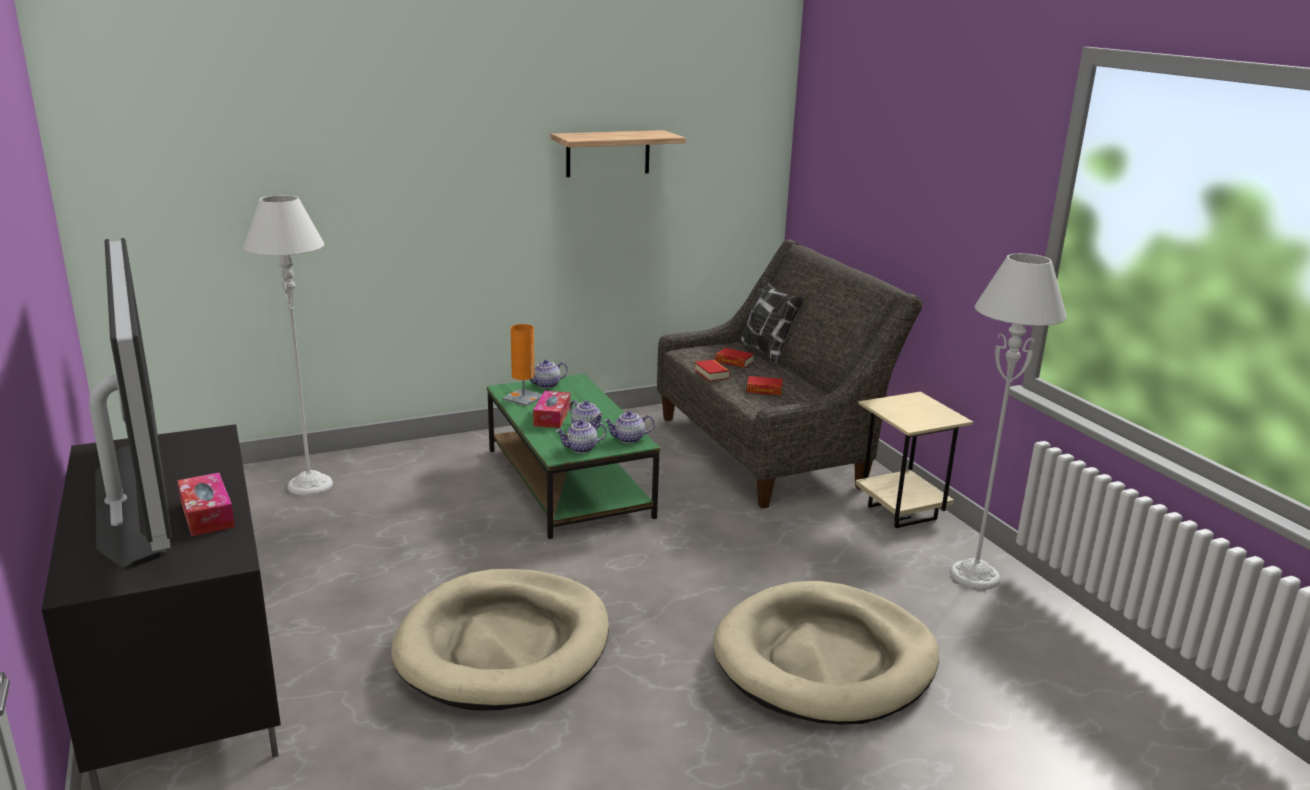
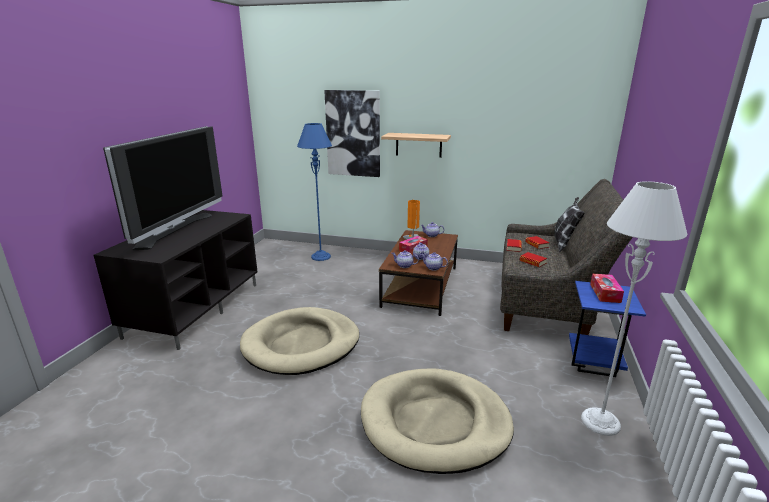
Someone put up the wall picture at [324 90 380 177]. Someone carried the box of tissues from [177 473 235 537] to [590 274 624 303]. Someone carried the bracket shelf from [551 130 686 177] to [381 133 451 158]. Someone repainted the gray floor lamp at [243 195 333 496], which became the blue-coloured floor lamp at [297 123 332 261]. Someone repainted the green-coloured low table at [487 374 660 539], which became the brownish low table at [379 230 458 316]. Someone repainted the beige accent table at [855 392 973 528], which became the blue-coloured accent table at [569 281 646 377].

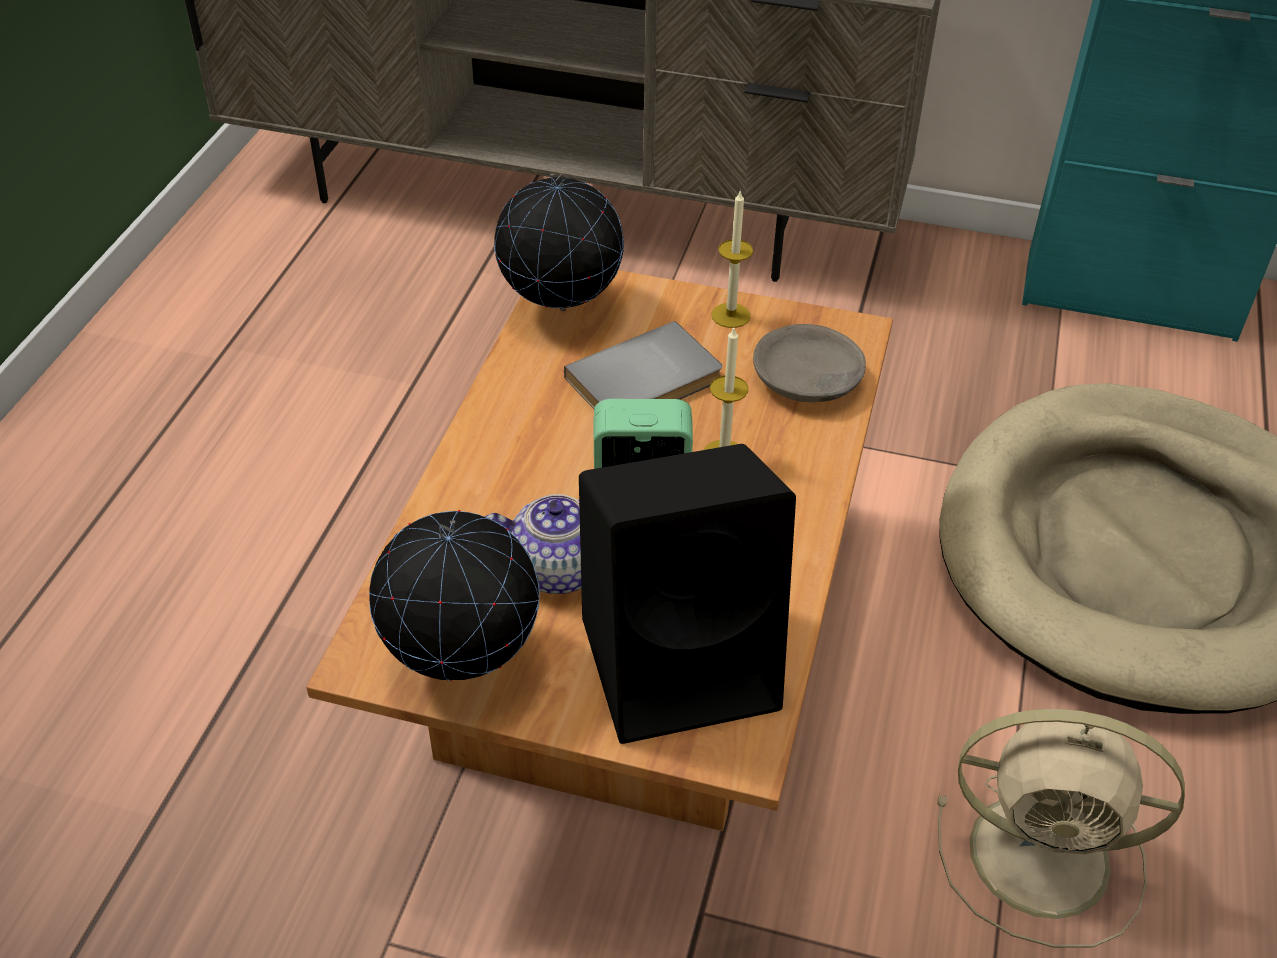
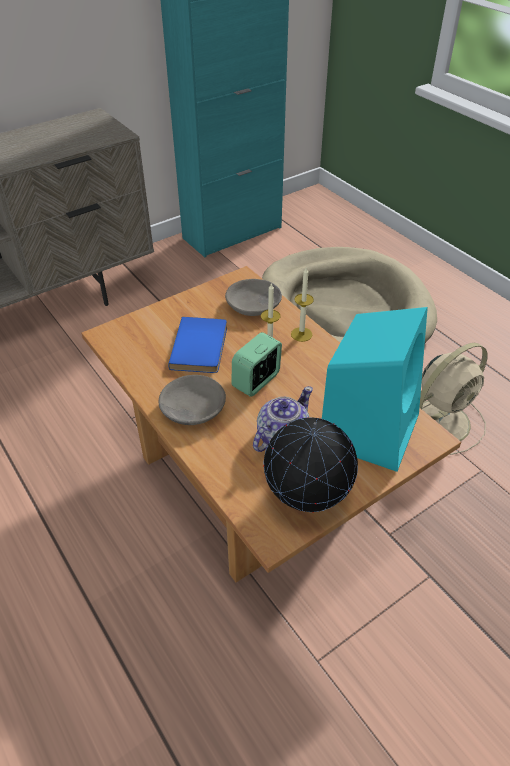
Someone took away the globe at [494 173 624 311]. Someone put down the gray deep dish at [159 375 226 425]. Someone carried the wax light from [711 189 753 328] to [291 268 314 342]. Someone repainted the gray volume at [564 321 723 409], which became the blue-coloured volume at [168 317 227 373]. Someone repainted the black loudspeaker at [579 444 796 744], which became the turquoise-coloured loudspeaker at [322 307 428 472].

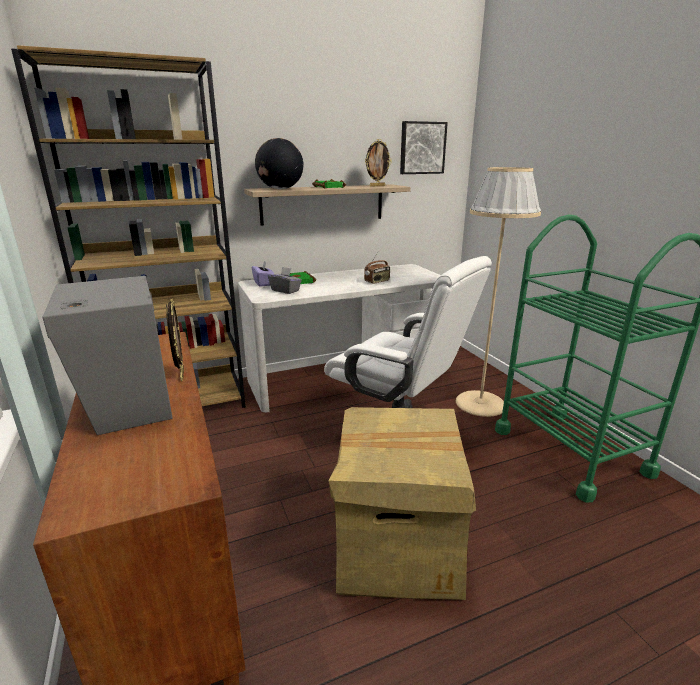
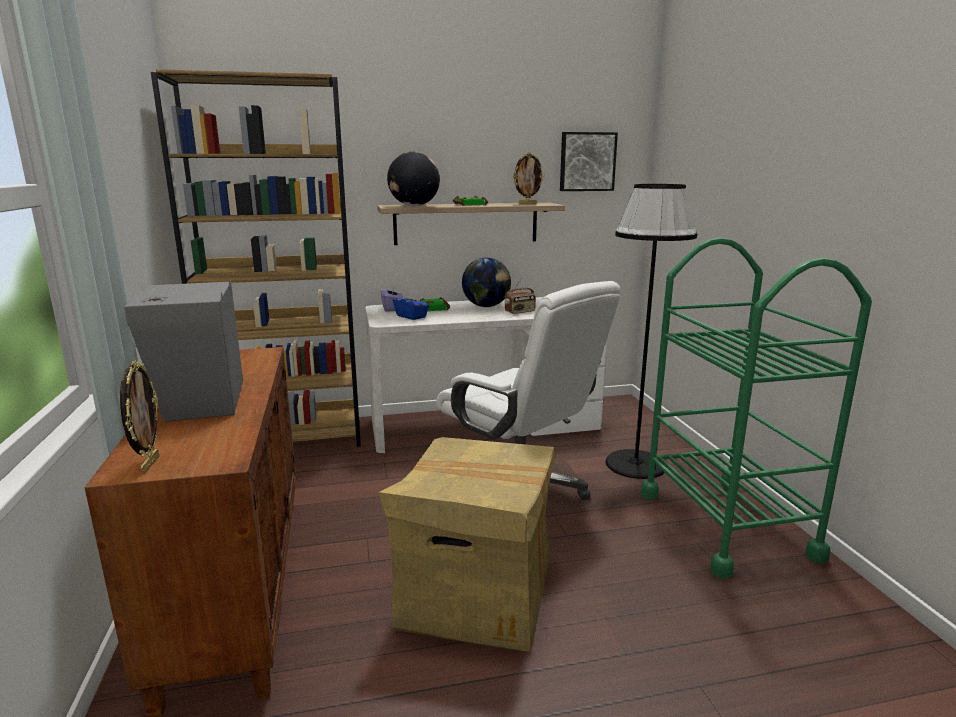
Someone put down the globe at [462 257 511 307]. Someone carried the standing frame from [166 299 184 382] to [120 360 159 473]. Someone repainted the gray box of tissues at [268 267 302 294], which became the blue-coloured box of tissues at [393 290 429 320]. Someone repainted the beige floor lamp at [456 167 541 417], which became the black floor lamp at [605 184 697 479].

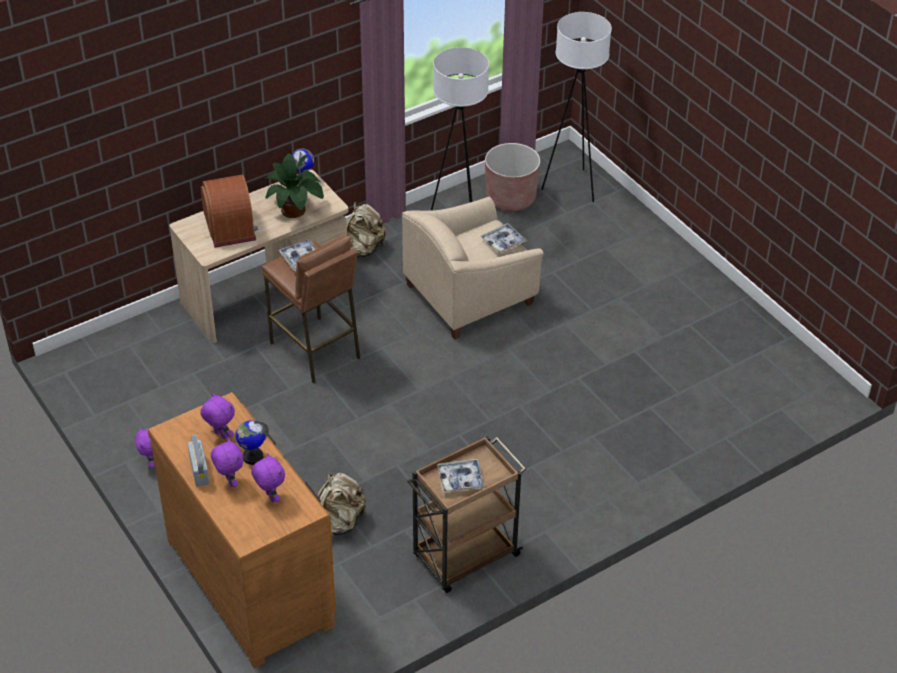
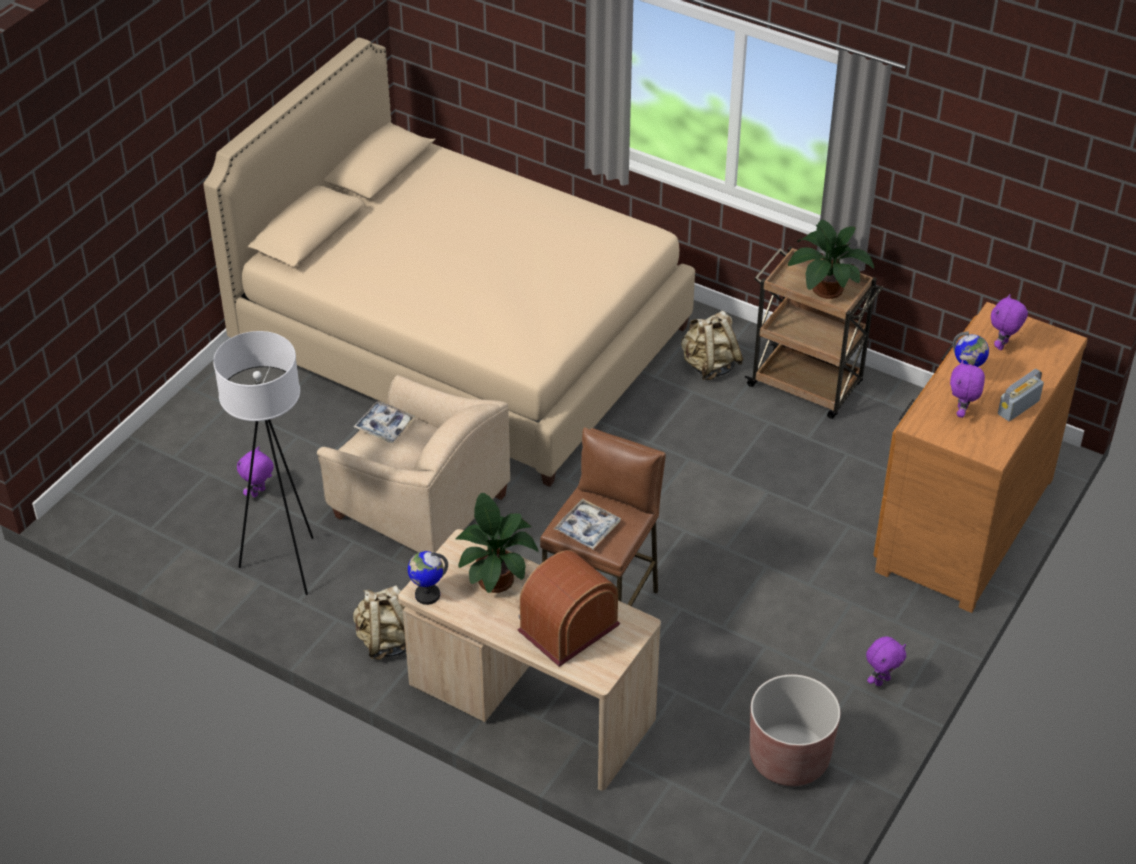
Someone took away the white floor lamp at [541 12 612 202]. Someone put down the beige sleeping bed at [203 37 695 487]. Someone carried the purple-coloured plush toy from [211 438 243 487] to [237 446 274 497]. Someone carried the beige backpack from [317 473 367 537] to [681 311 743 380]. Someone carried the brownish plant pot from [485 143 540 211] to [750 674 841 786]. Someone swapped the serving tray at [437 459 484 493] for the potted plant at [788 220 874 299].

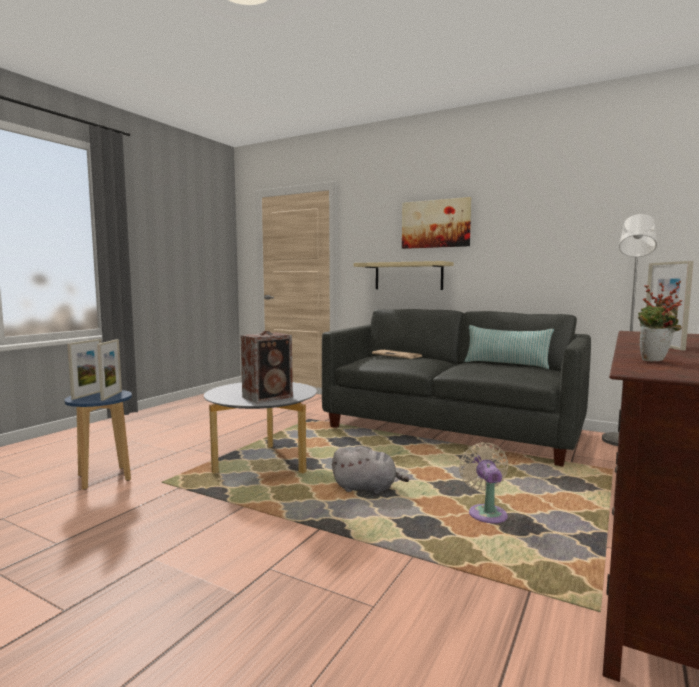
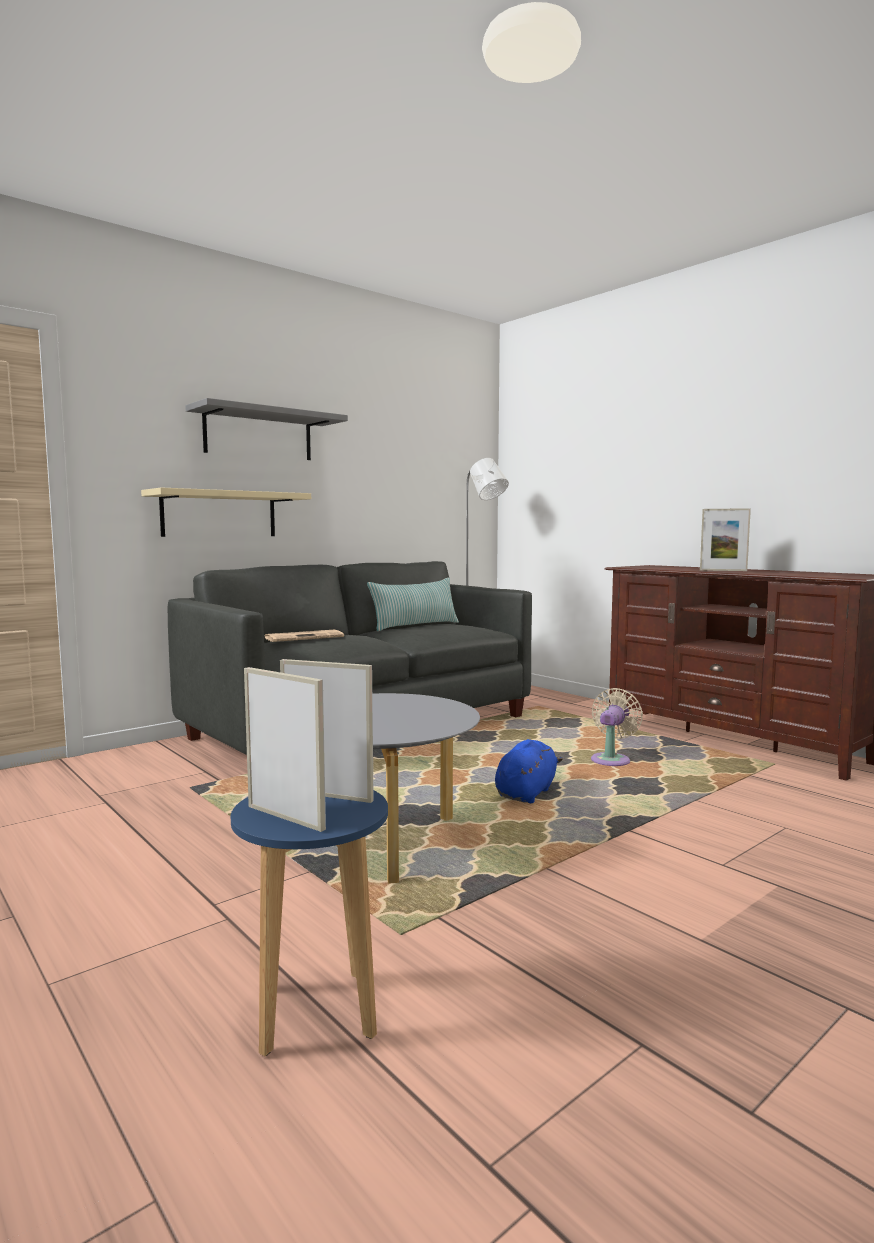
Someone took away the loudspeaker at [241 331 293 403]. Someone took away the potted plant at [638 281 682 362]. Someone swapped the wall picture at [402 197 471 249] for the gray bracket shelf at [185 398 348 460]. Someone repainted the gray plush toy at [332 447 409 494], which became the blue-coloured plush toy at [495 739 563 803]. Someone rotated the beige fan at [459 442 508 523] by 105 degrees clockwise.

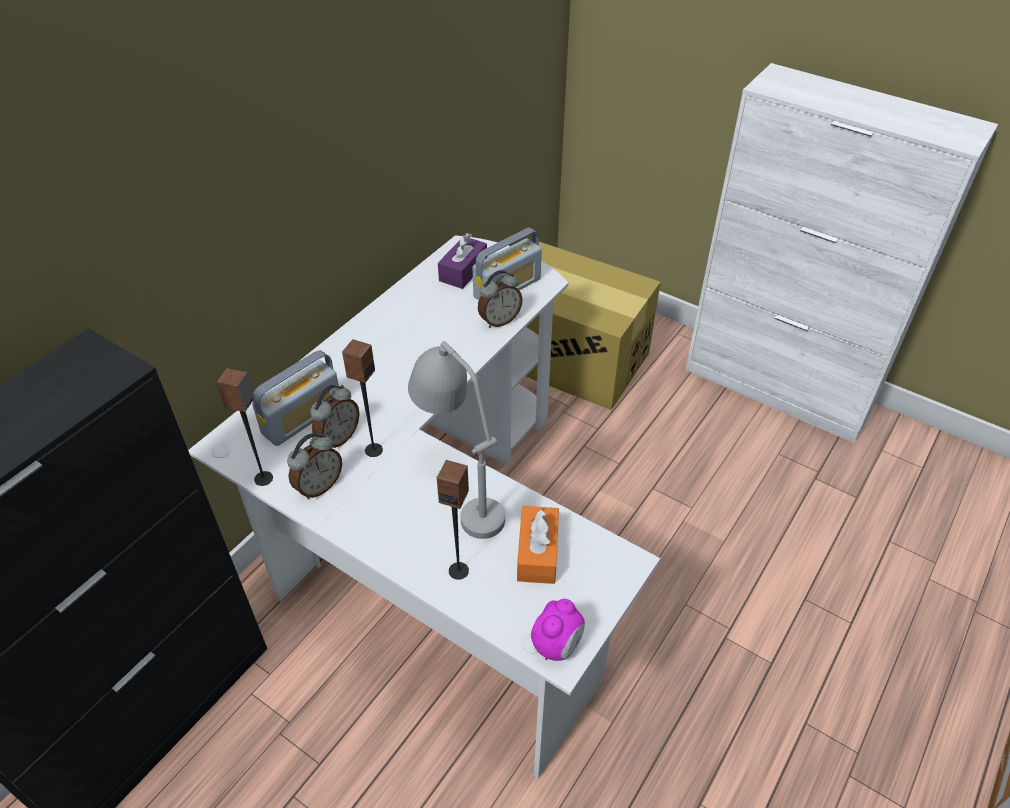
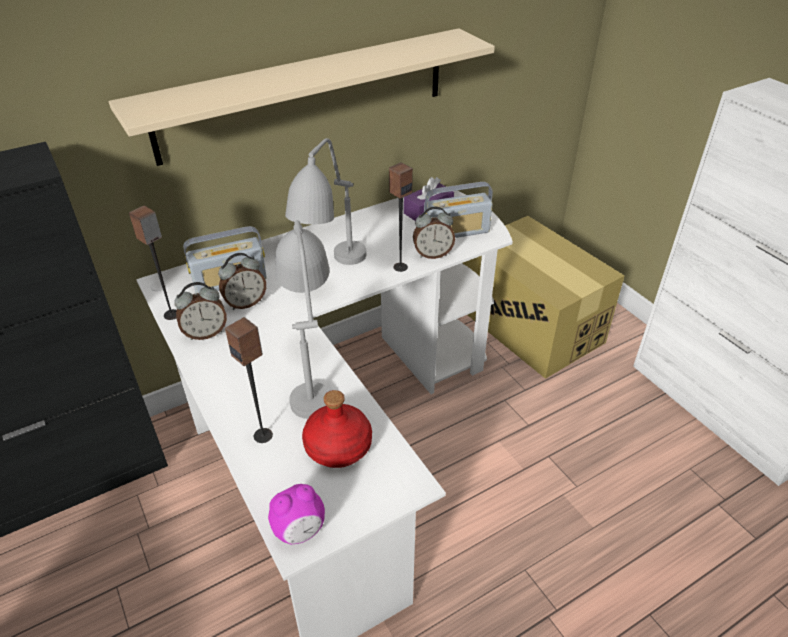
Someone put up the beige bracket shelf at [109 28 495 166]. Someone put down the gray table lamp at [285 138 366 265]. Someone carried the loudspeaker from [342 339 383 457] to [389 162 413 272]. Someone swapped the orangey box of tissues at [517 506 559 584] for the red-coloured beverage bottle at [302 390 372 468].

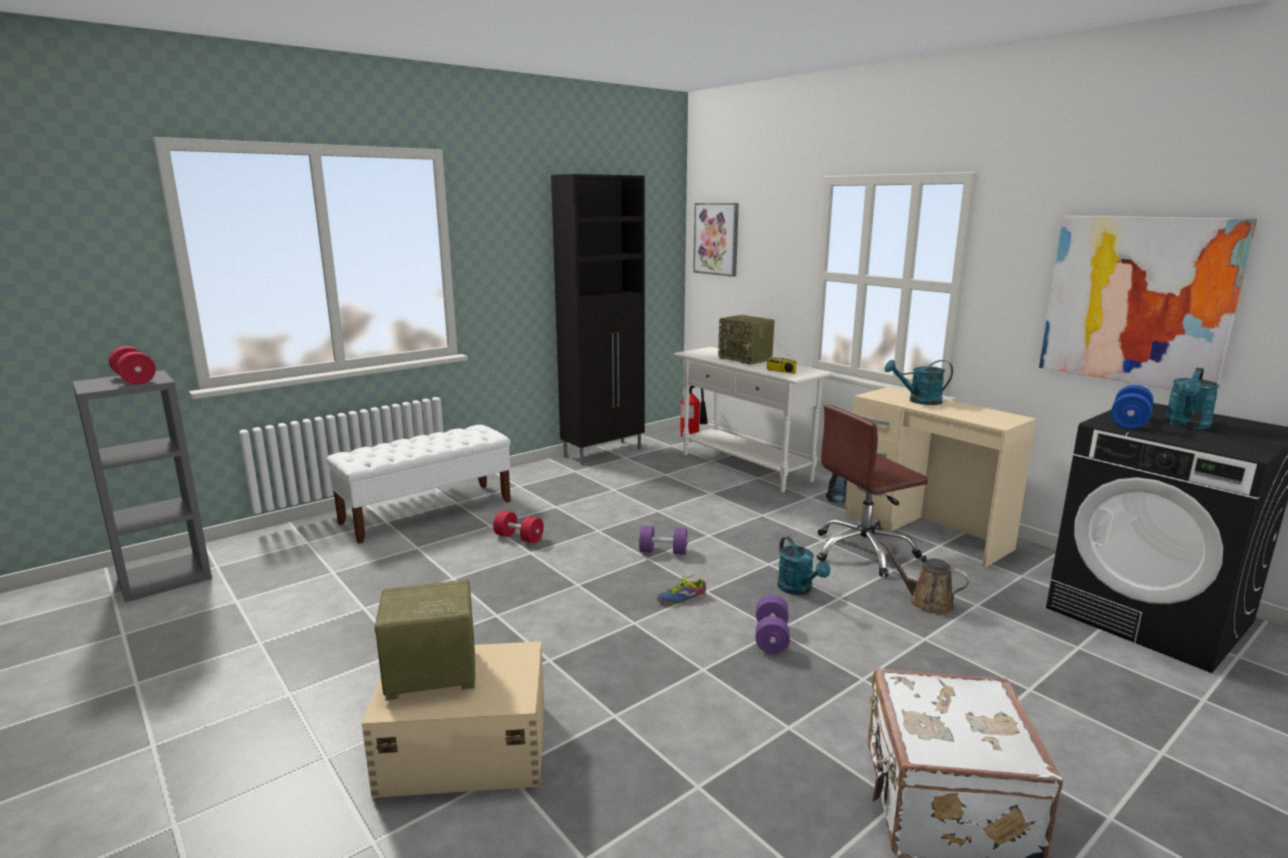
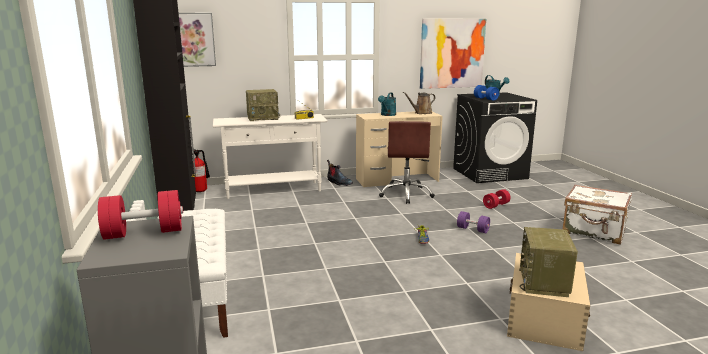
Someone took away the purple-coloured free weight at [639 526 688 555]. Someone took away the turquoise-coloured watering can at [777 537 830 595]. Someone carried the red-coloured free weight from [493 510 544 543] to [483 189 511 209]. Someone carried the brownish watering can from [879 540 970 614] to [403 92 436 114].

